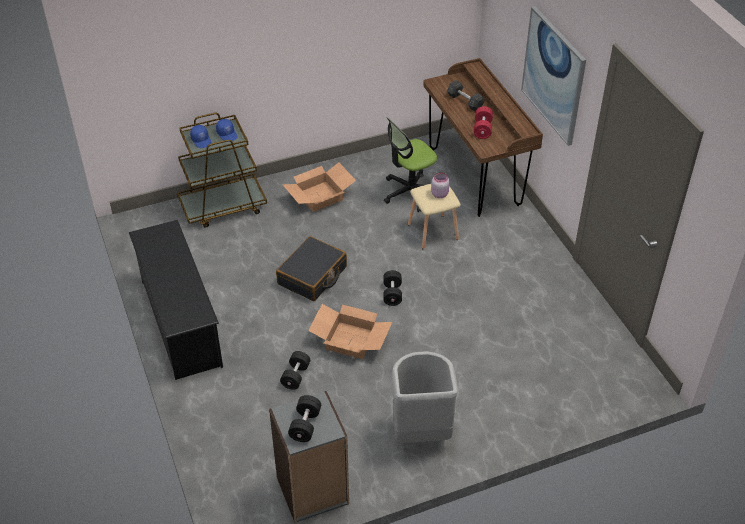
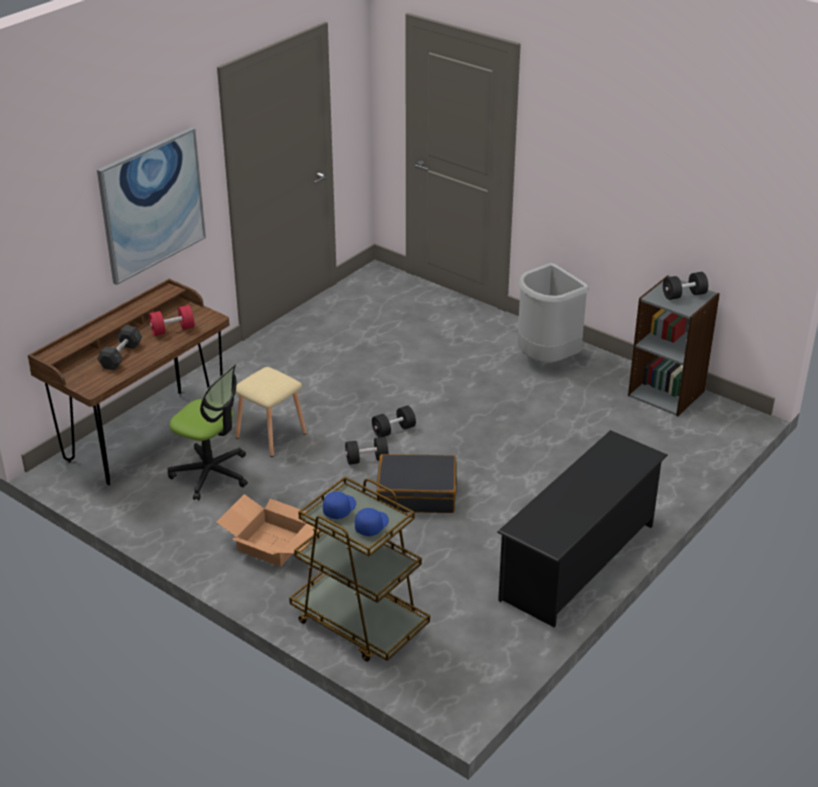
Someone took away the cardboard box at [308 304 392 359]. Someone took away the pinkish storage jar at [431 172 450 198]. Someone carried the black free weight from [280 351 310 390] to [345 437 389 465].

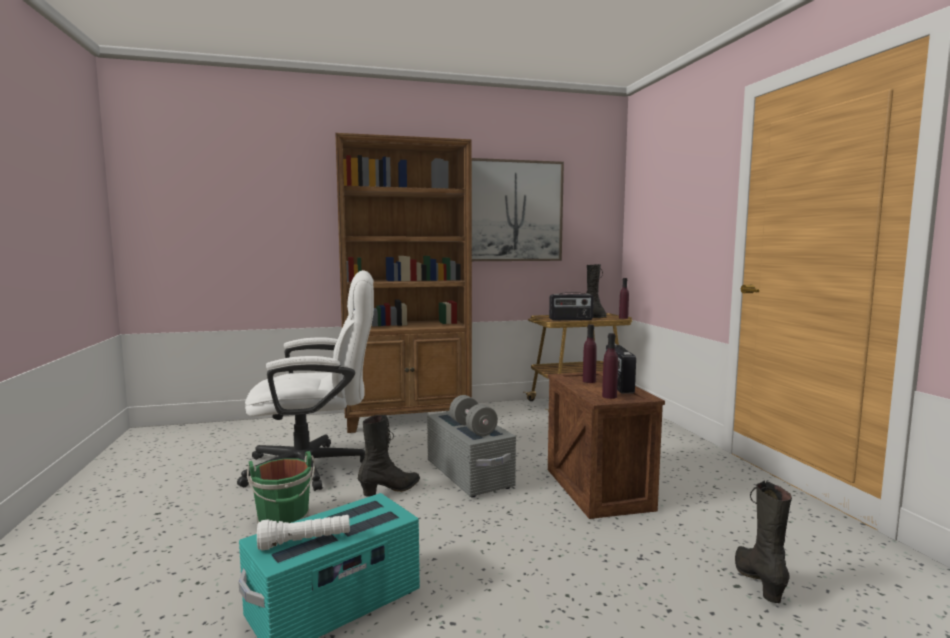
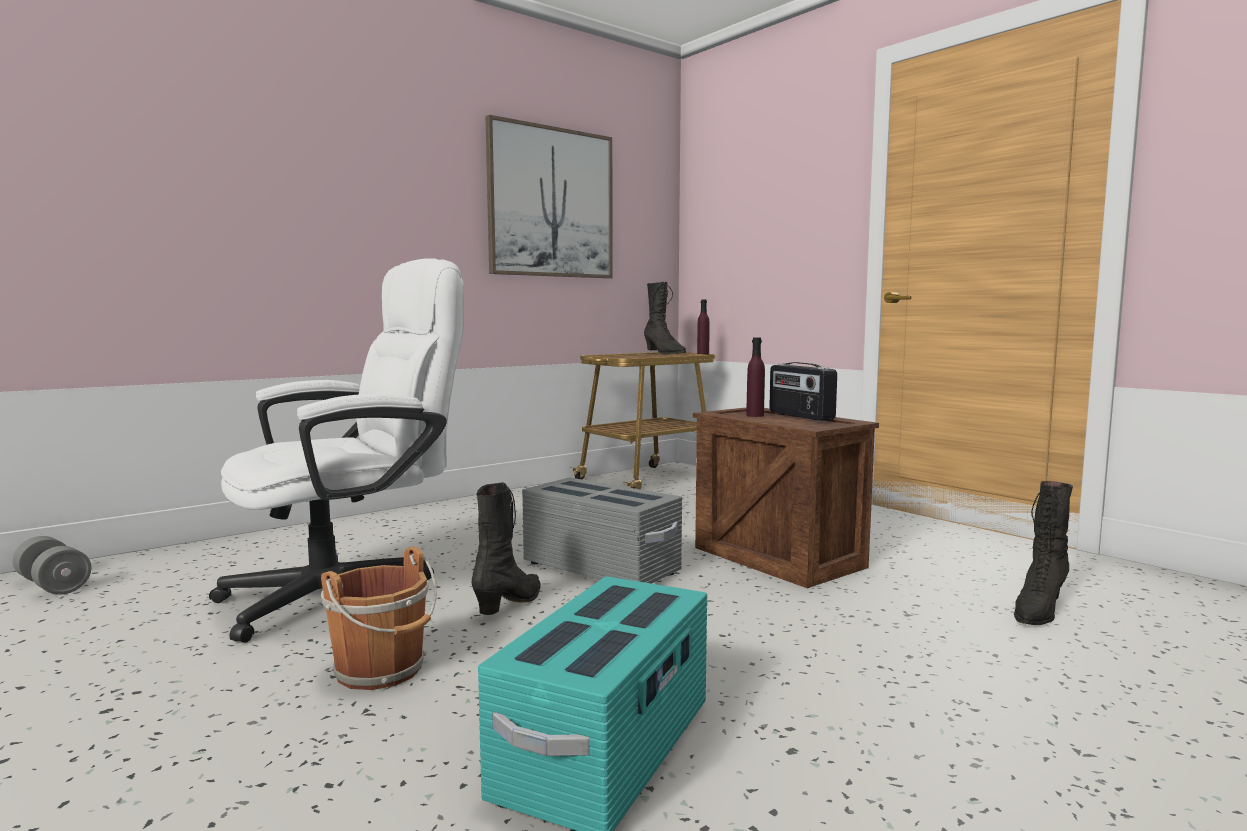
Someone took away the white torch at [257 515 350 550]. Someone took away the brownish bookcase at [335 133 472 433]. Someone took away the radio set at [549 292 594 320]. Someone took away the purple-coloured beverage bottle at [602 333 618 399]. Someone carried the gray free weight from [450 395 498 436] to [13 536 91 595]. Someone repainted the green-coloured pail at [247 451 315 523], which became the brownish pail at [321 547 437 690]. Someone rotated the black boot at [735 480 792 603] by 120 degrees counterclockwise.

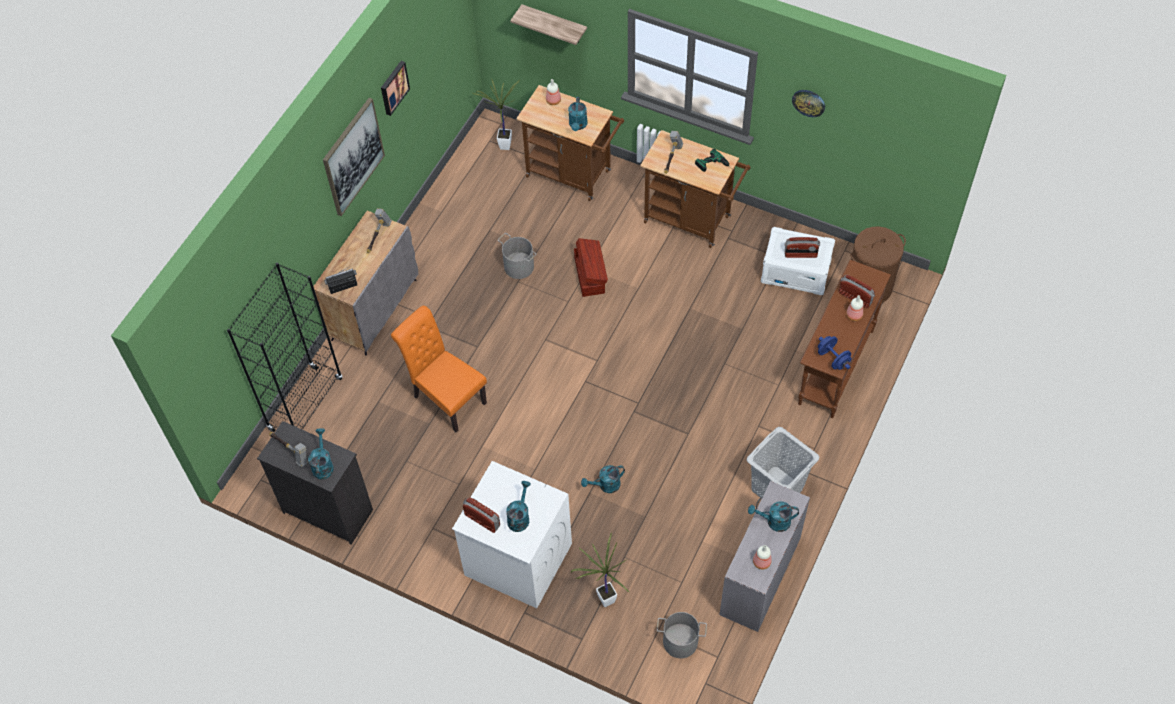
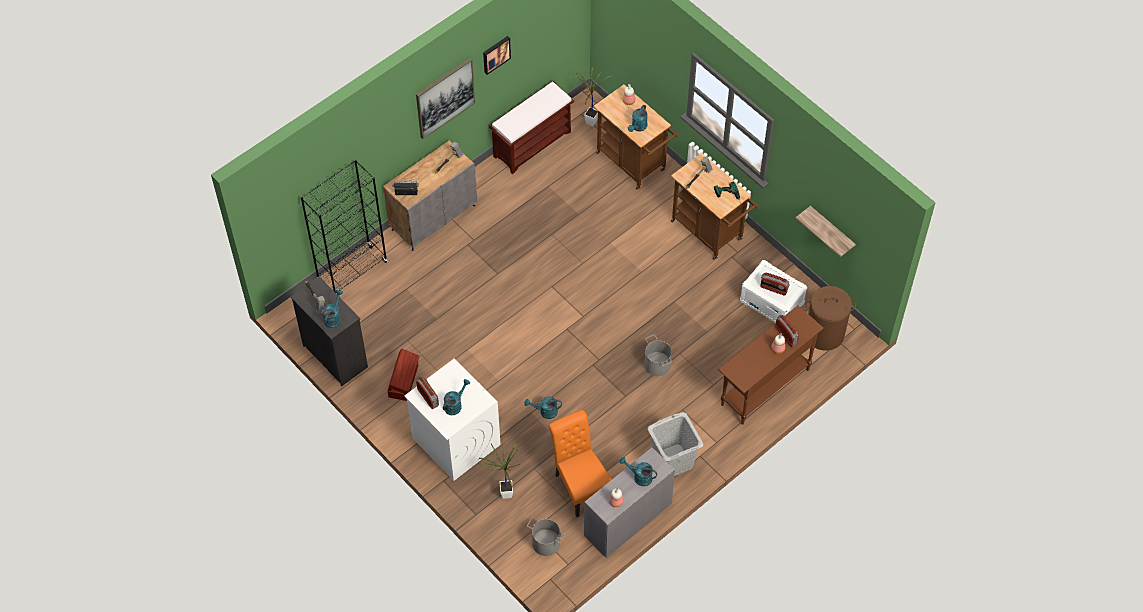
Someone took away the clock on the wall at [792 90 825 117]. Someone took away the blue-coloured free weight at [818 336 851 370]. Someone put down the brownish indoor bench at [489 81 574 174]. Someone carried the orangey plain chair from [391 306 487 432] to [548 410 612 517]. Someone carried the gray pail from [498 233 536 279] to [644 335 672 376]. Someone carried the bracket shelf from [510 4 587 45] to [796 206 856 257]. Someone carried the brownish storage box from [574 238 608 297] to [387 349 420 401].

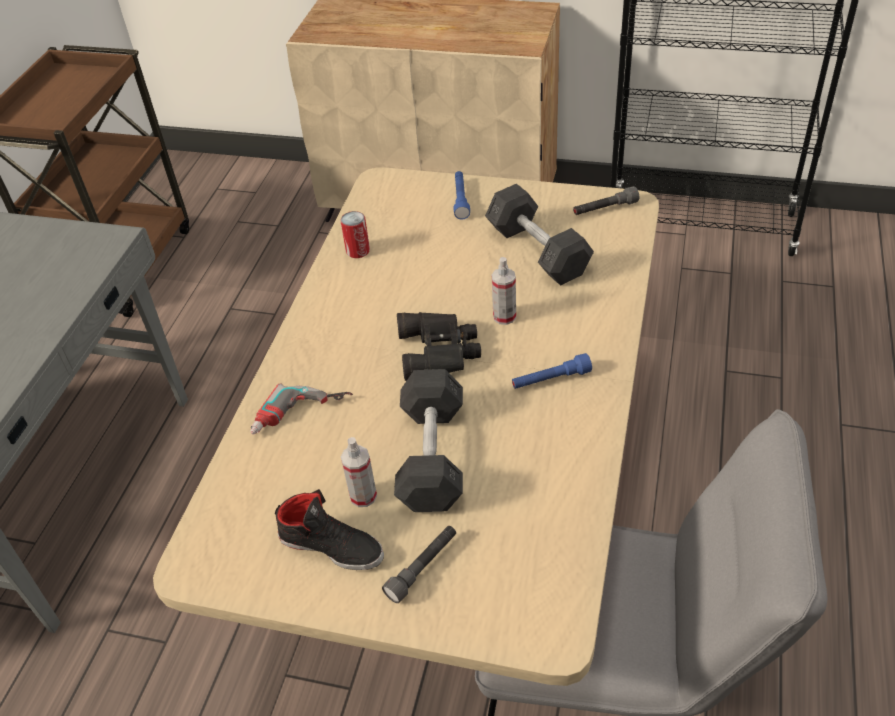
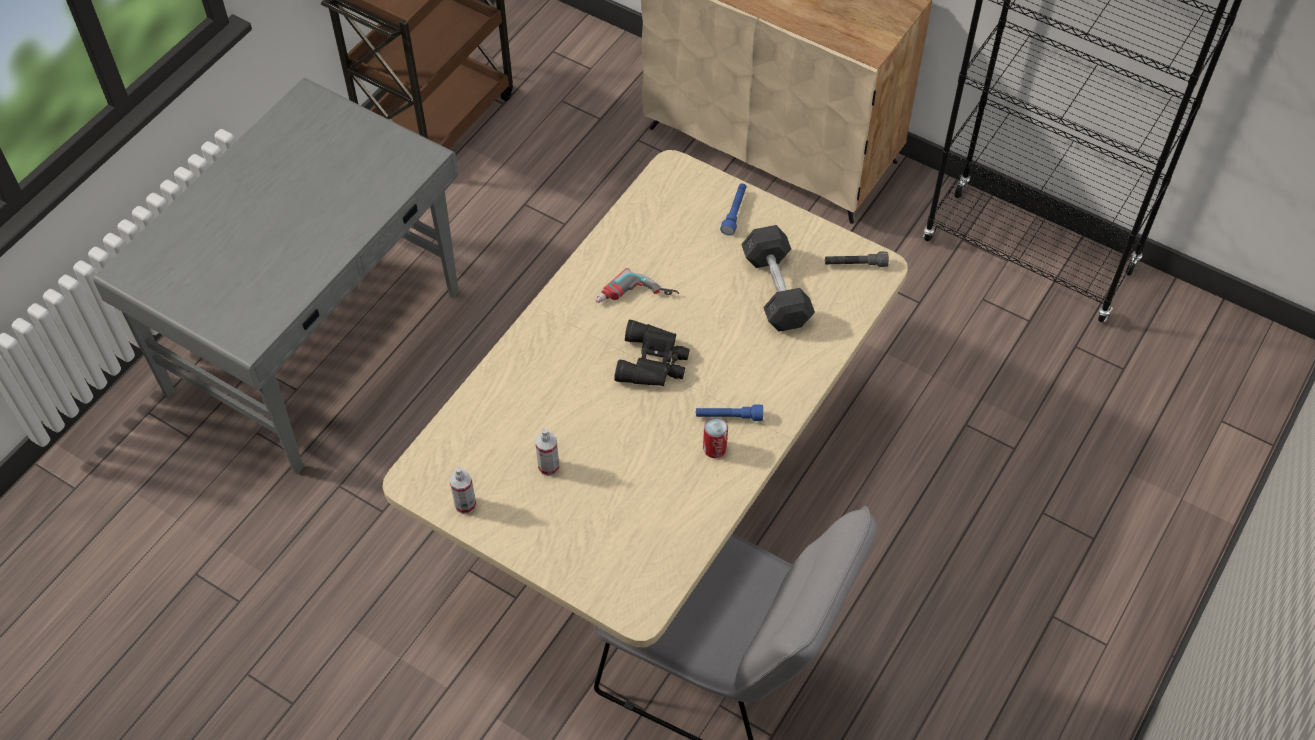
Someone took away the black shoe at [275 489 384 570]. Someone took away the gray torch at [382 526 456 603]. Someone took away the gray free weight at [394 369 463 512]. Someone carried the power drill from [250 383 353 435] to [596 268 679 303]. Someone carried the metal can from [340 211 370 258] to [703 417 728 458]. Someone carried the spray bottle from [492 257 516 325] to [449 466 476 514].

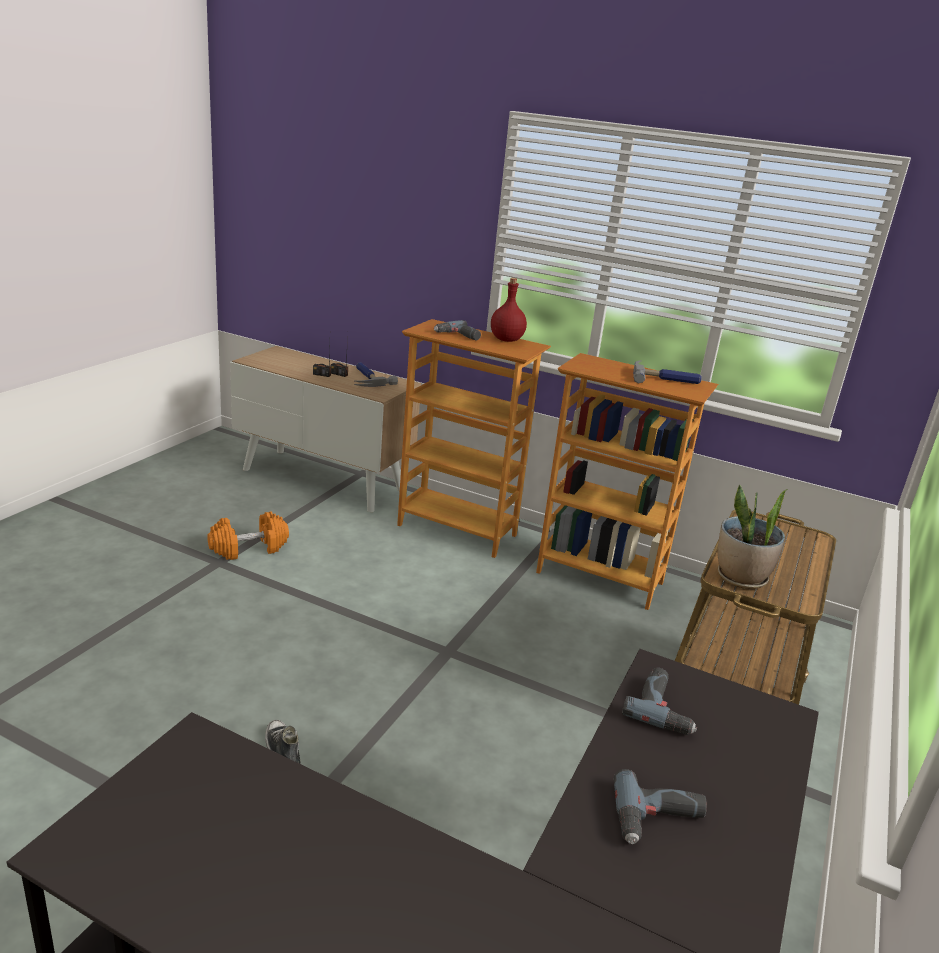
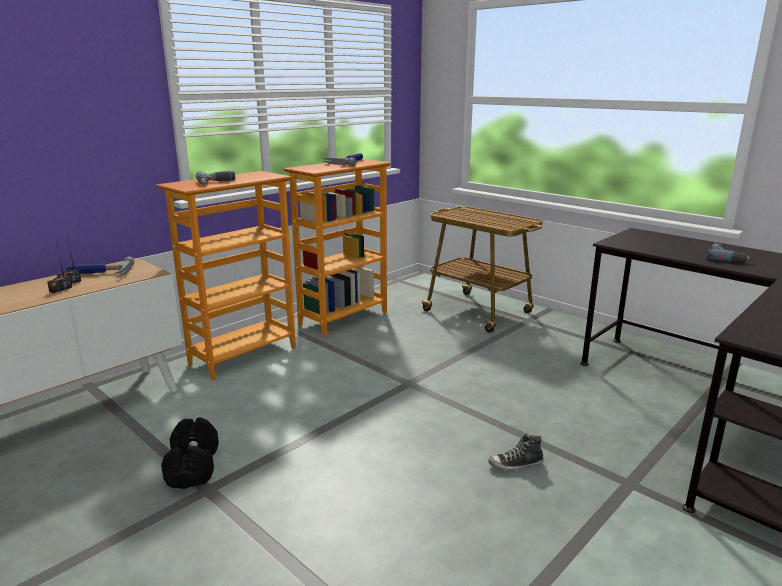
Someone took away the red-coloured beverage bottle at [491 278 527 342]. Someone took away the power drill at [622 668 697 735]. Someone took away the potted plant at [717 484 788 589]. Someone repainted the orangey free weight at [207 511 289 560], which became the black free weight at [161 417 219 489].

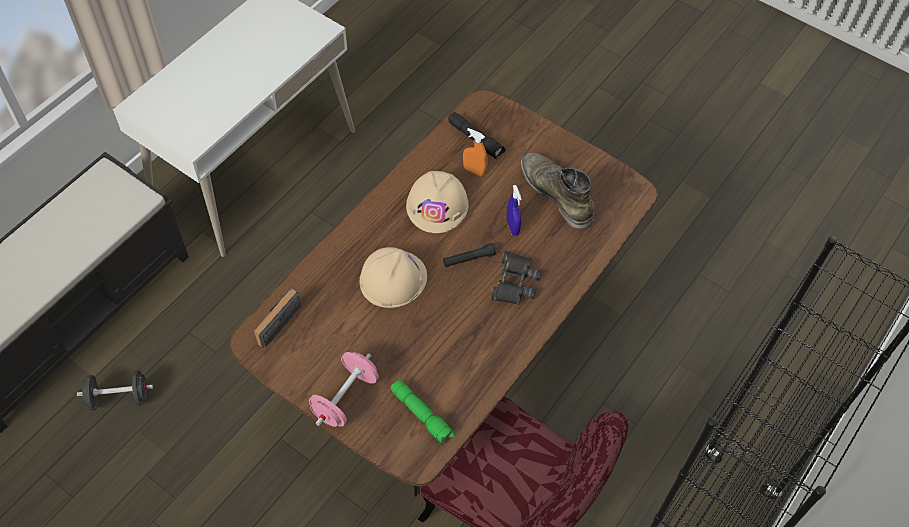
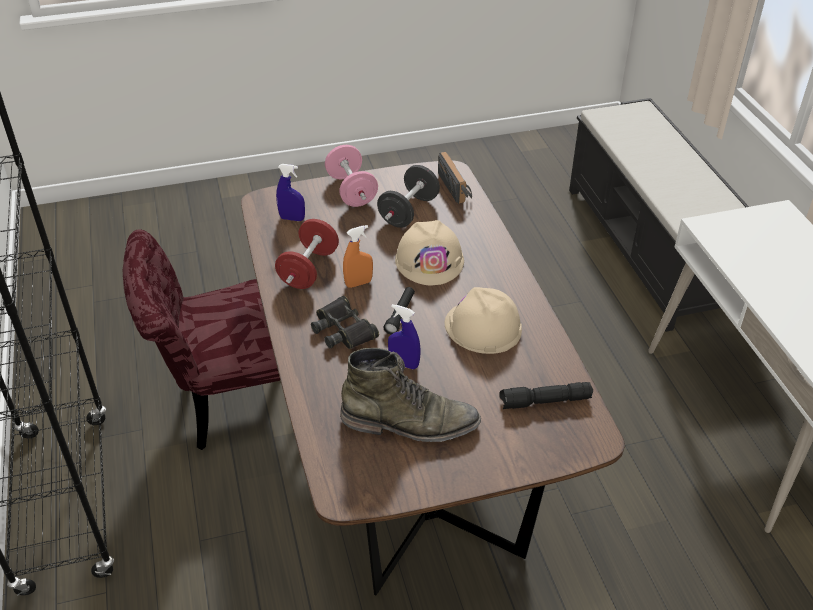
Someone put down the red-coloured free weight at [275 219 339 289]. Someone carried the black free weight from [77 370 153 411] to [377 165 440 228]. Someone carried the orangey spray bottle from [463 128 488 176] to [343 225 373 288]. Someone swapped the green-coloured torch at [391 379 455 445] for the blue-coloured spray bottle at [276 164 305 221].

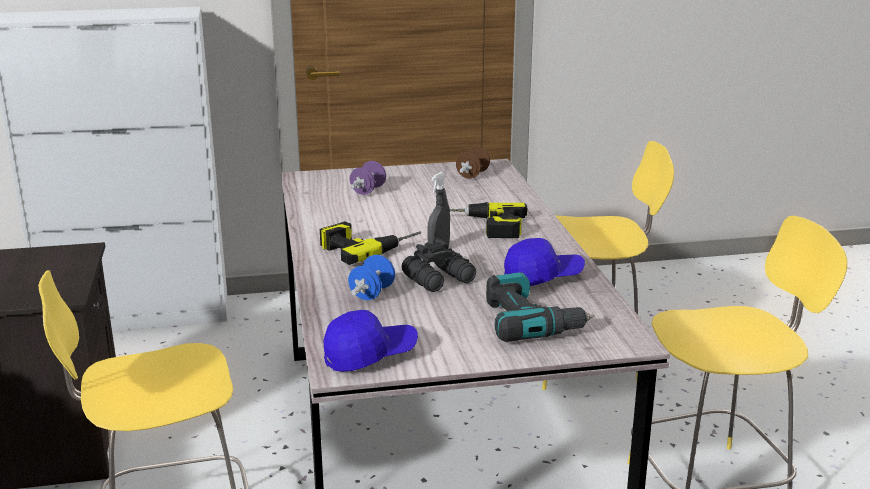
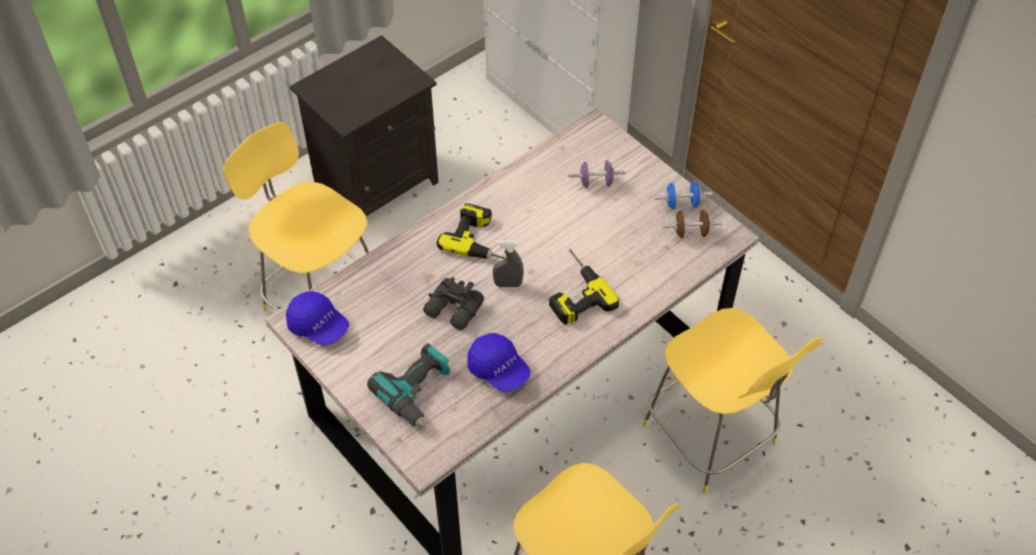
Someone carried the blue-coloured free weight from [348 255 395 300] to [654 181 712 210].

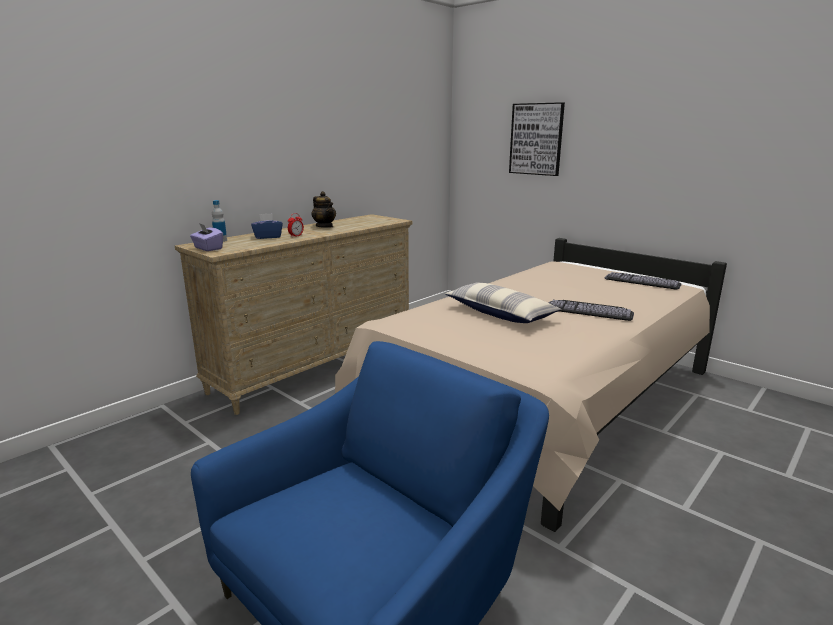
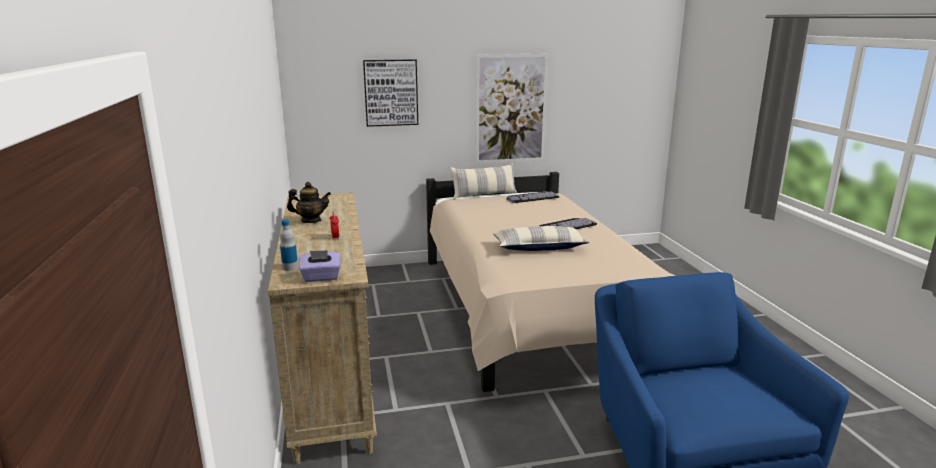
Someone took away the blue-coloured box of tissues at [251 213 283 239]. Someone put down the pillow at [450 163 517 199]. Someone put up the wall picture at [475 54 548 164].

